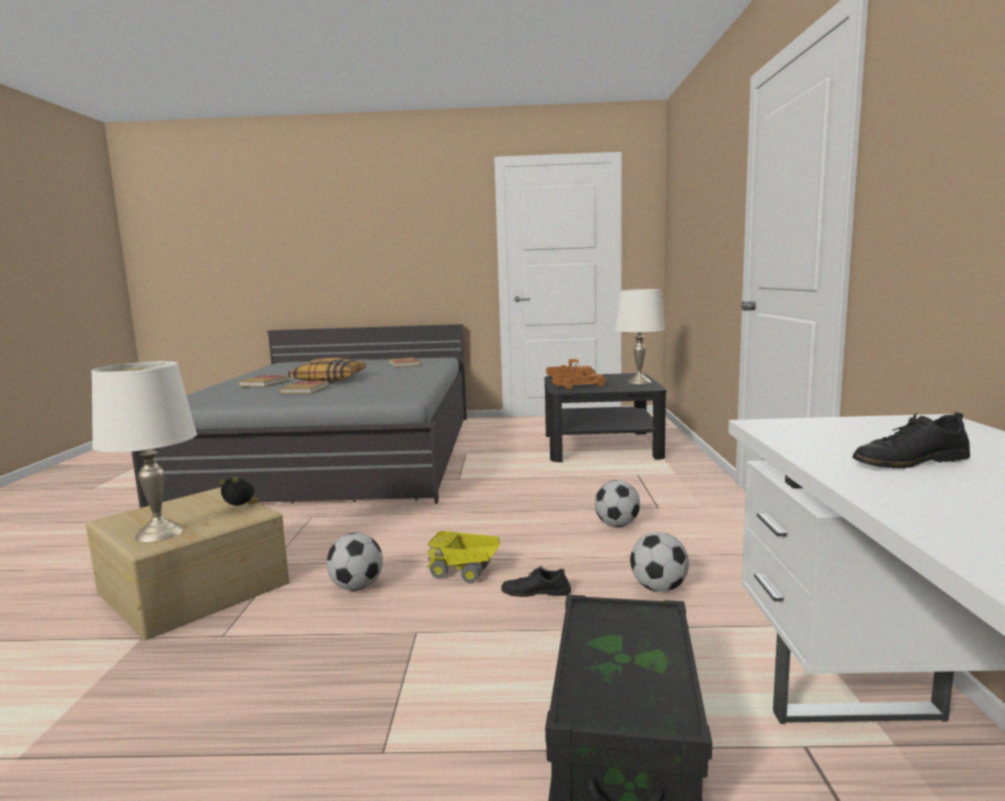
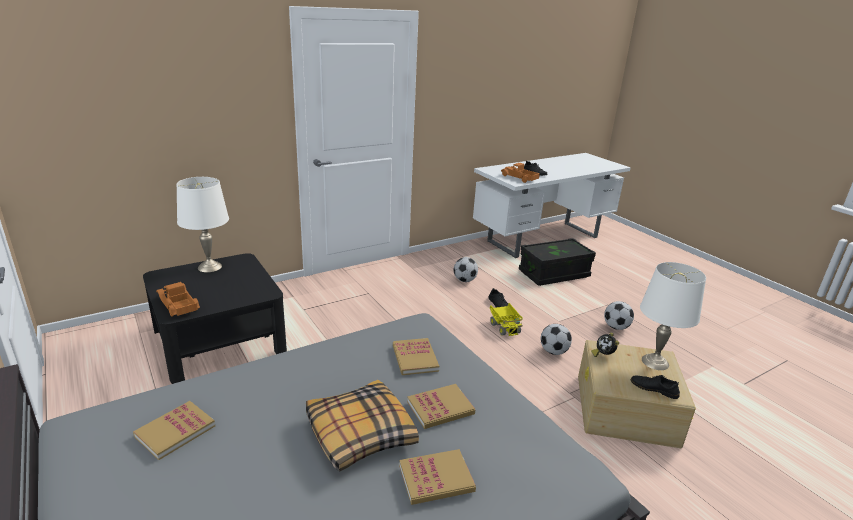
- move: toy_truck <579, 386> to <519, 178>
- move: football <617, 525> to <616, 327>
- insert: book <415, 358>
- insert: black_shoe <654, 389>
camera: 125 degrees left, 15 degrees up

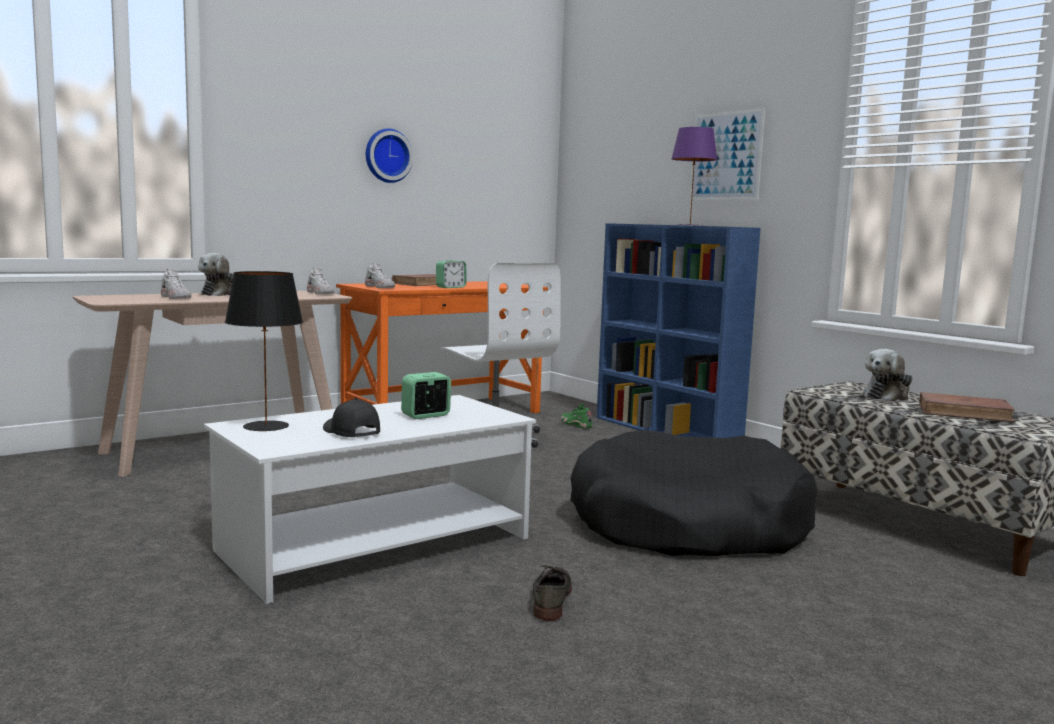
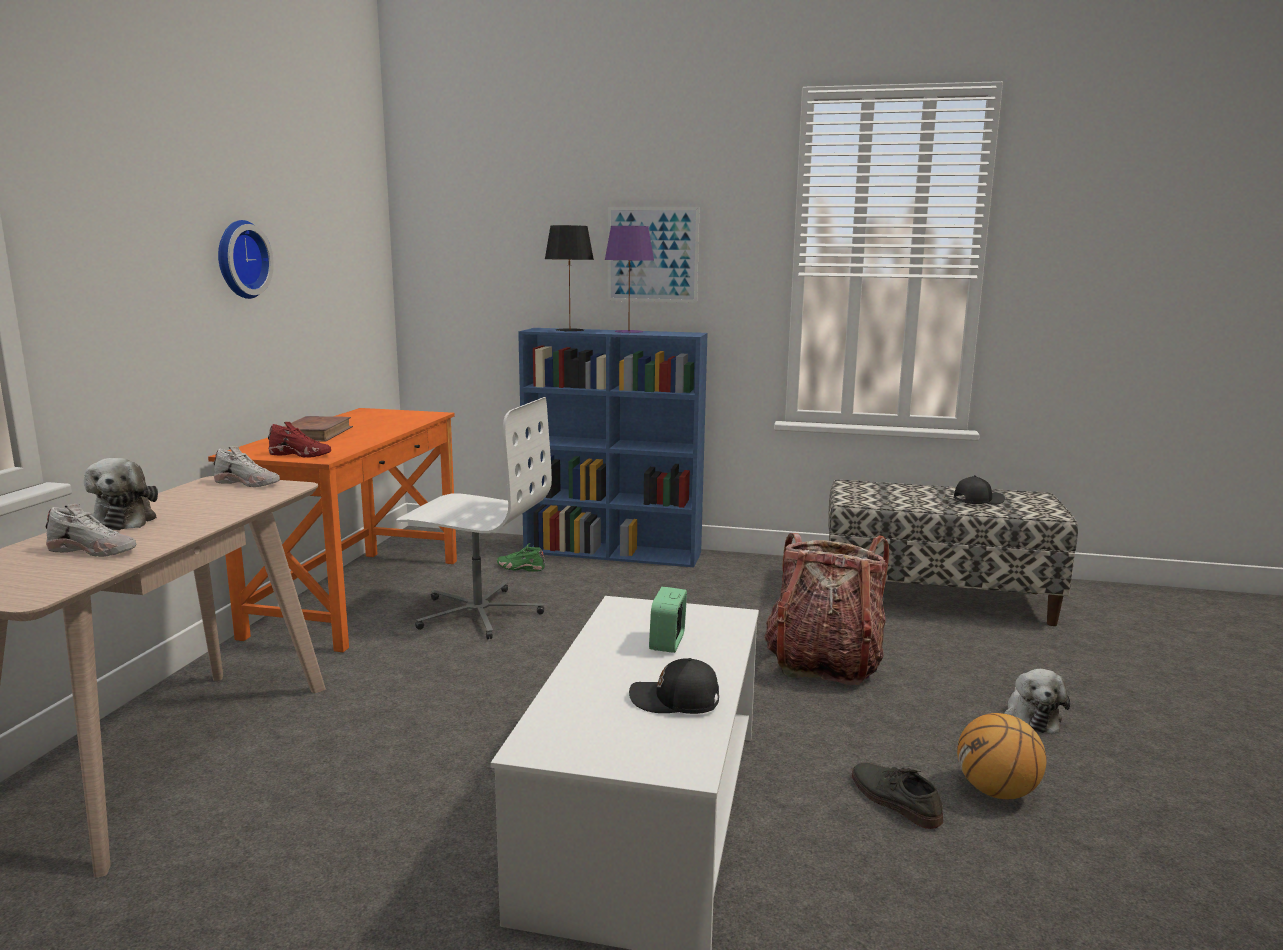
- delete: alarm_clock <450, 287>
- recolor: white_shoe <380, 287> to red_shoe <301, 454>
- move: black_table_lamp <266, 426> to <570, 330>
- move: plush_toy <887, 396> to <1031, 716>
- replace: brown_book <964, 413> to black_cap <977, 500>
- replace: black_dog_bed <687, 525> to backpack <823, 663>
- insert: basketball <997, 792>
camera: 40 degrees left, 5 degrees up

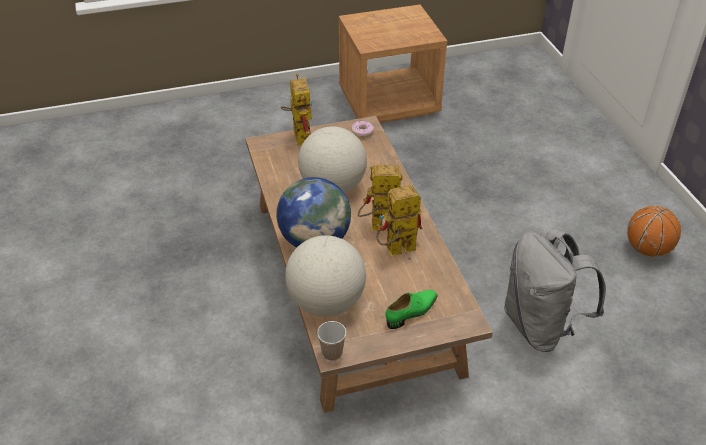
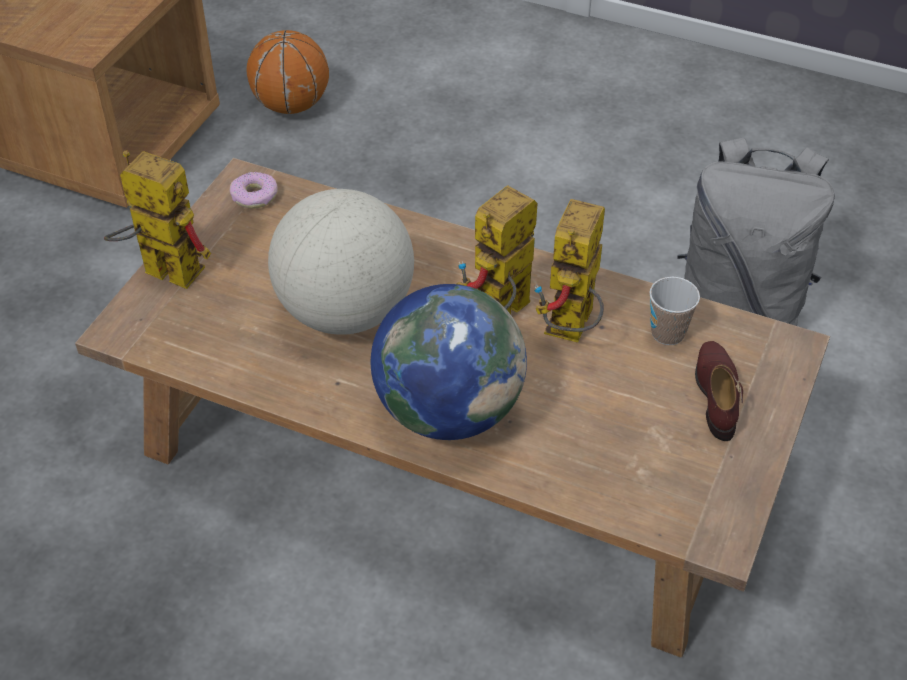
- move: basketball <647, 249> to <291, 105>
- delete: globe <326, 303>
- recolor: green_shoe <412, 312> to brown_shoe <716, 395>
- move: cup <332, 353> to <667, 333>
camera: 50 degrees left, 5 degrees up

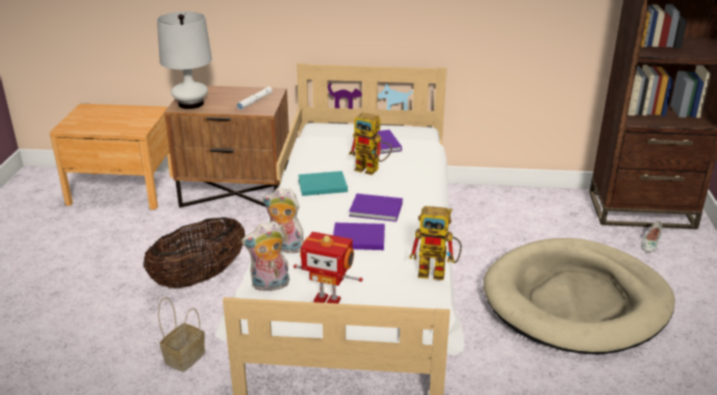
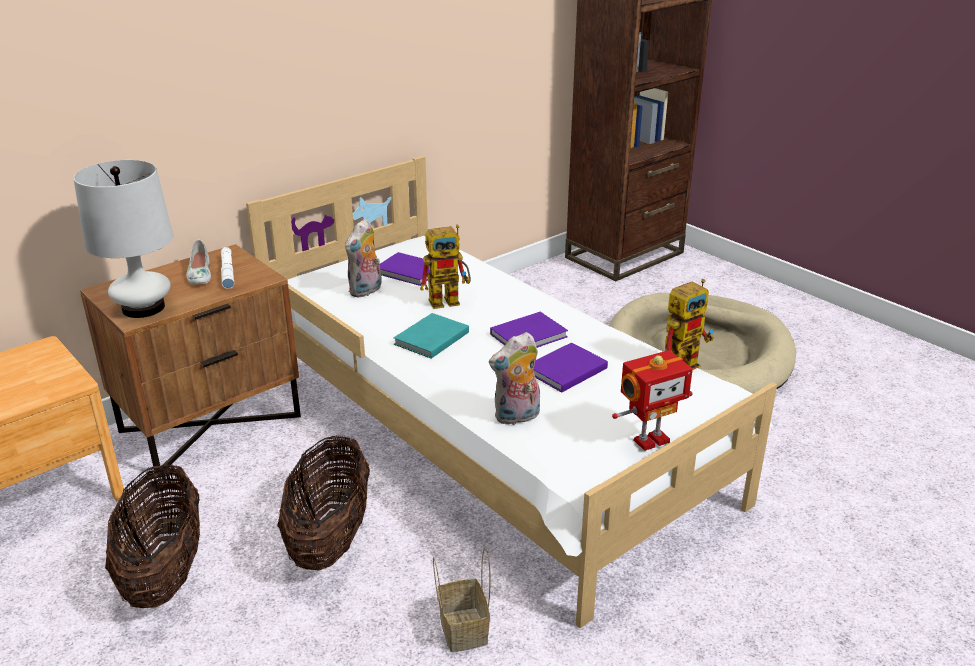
- move: white_shoe <650, 243> to <199, 273>
- move: plush_toy <269, 285> to <366, 291>
- insert: basket <164, 572>
camera: 45 degrees left, 0 degrees up

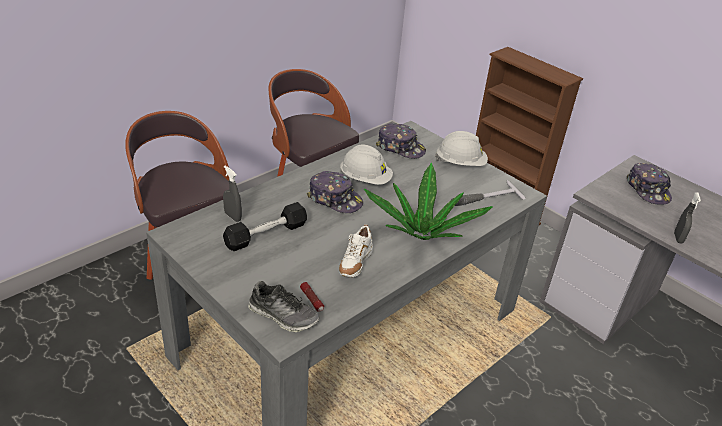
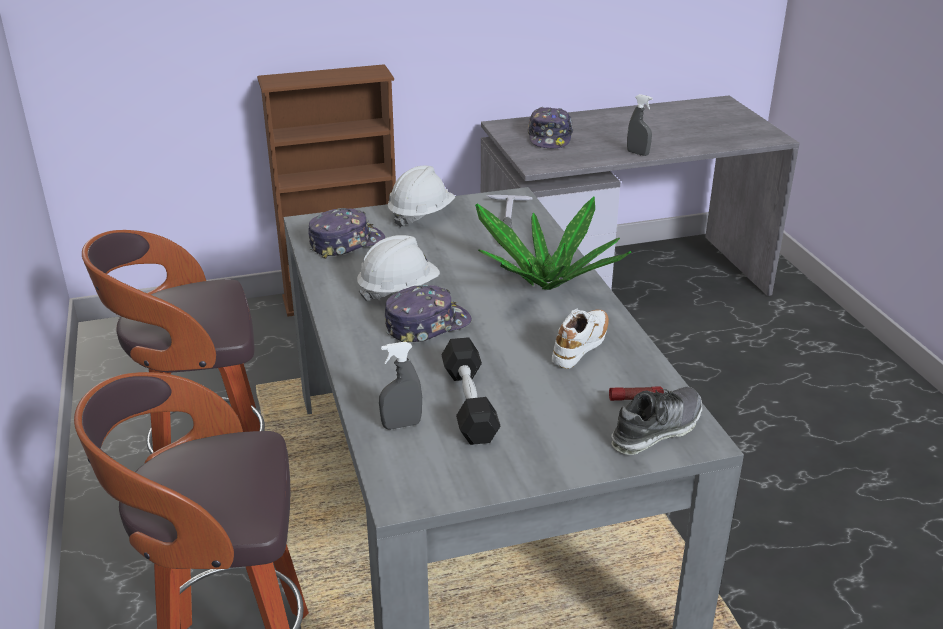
- rotate: cap <648, 190> = <550, 138> 75 degrees clockwise
- rotate: white_shoe <354, 265> = <581, 348> 105 degrees counterclockwise
camera: 60 degrees left, 5 degrees down

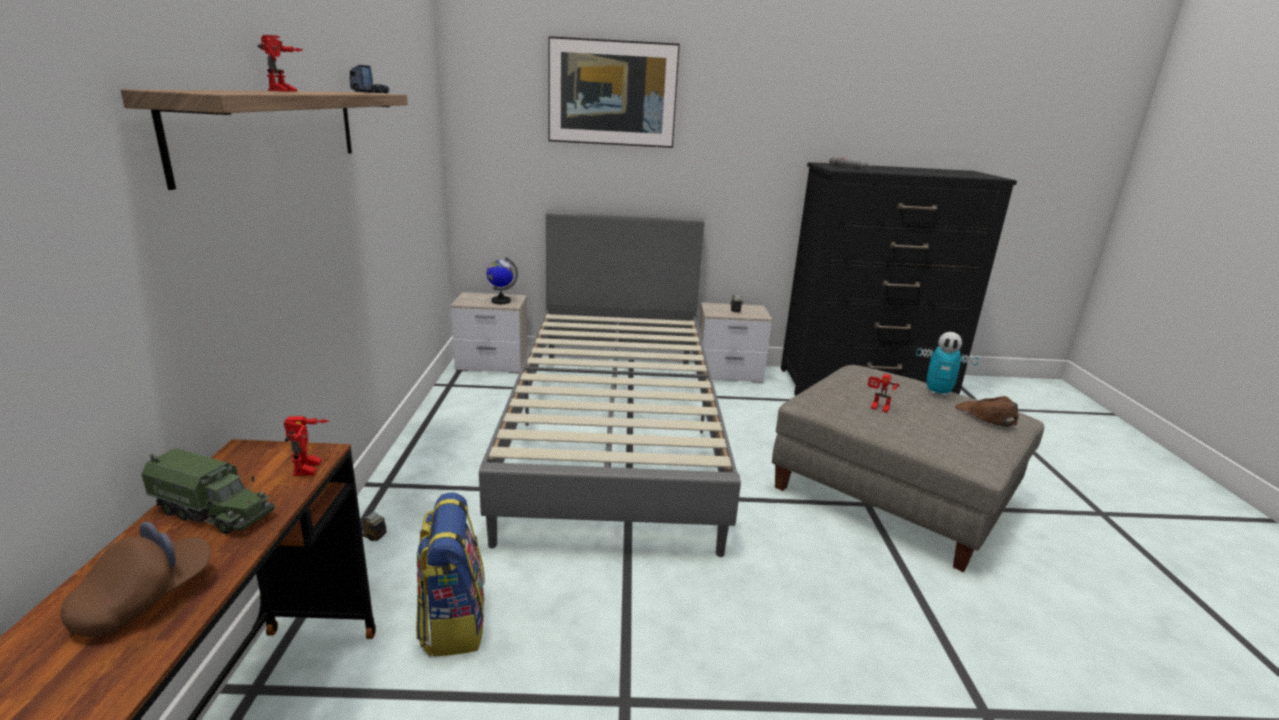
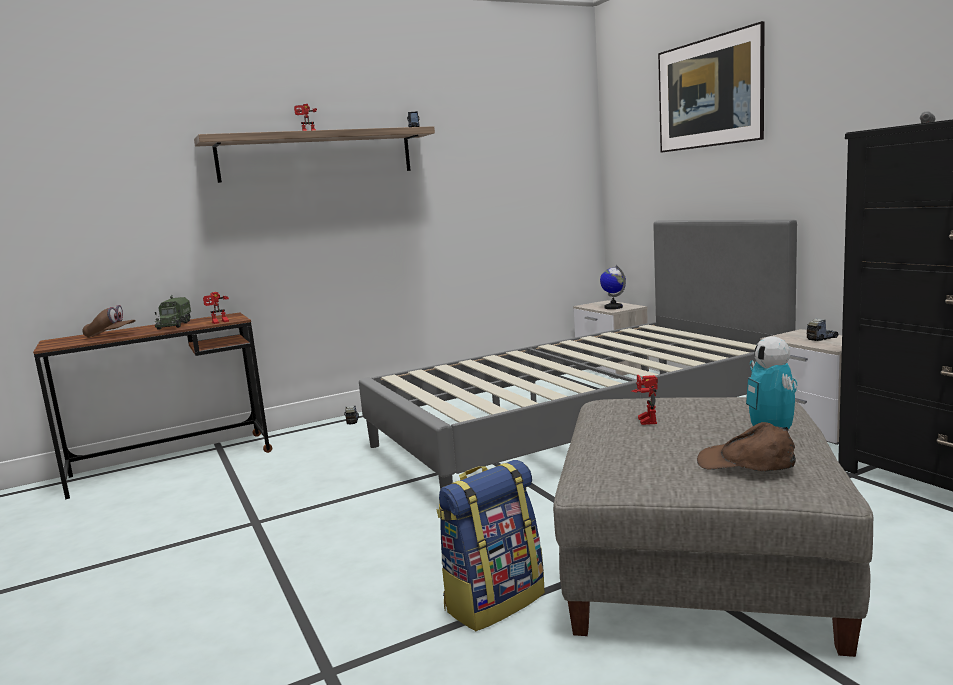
- rotate: brown_cap <986, 415> = <746, 462> 105 degrees counterclockwise
- move: backpack <453, 622> to <494, 601>
camera: 65 degrees right, 10 degrees down

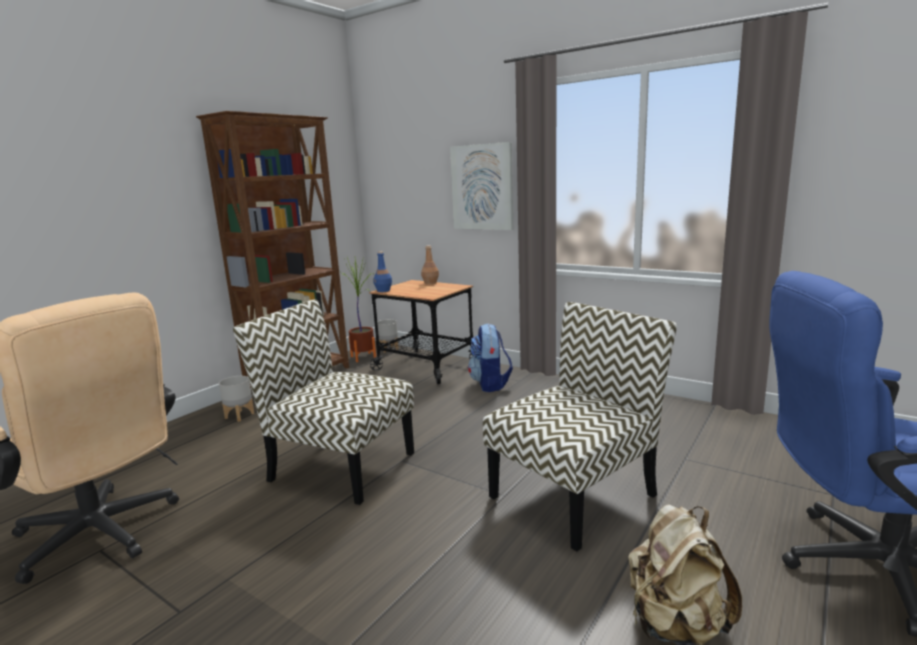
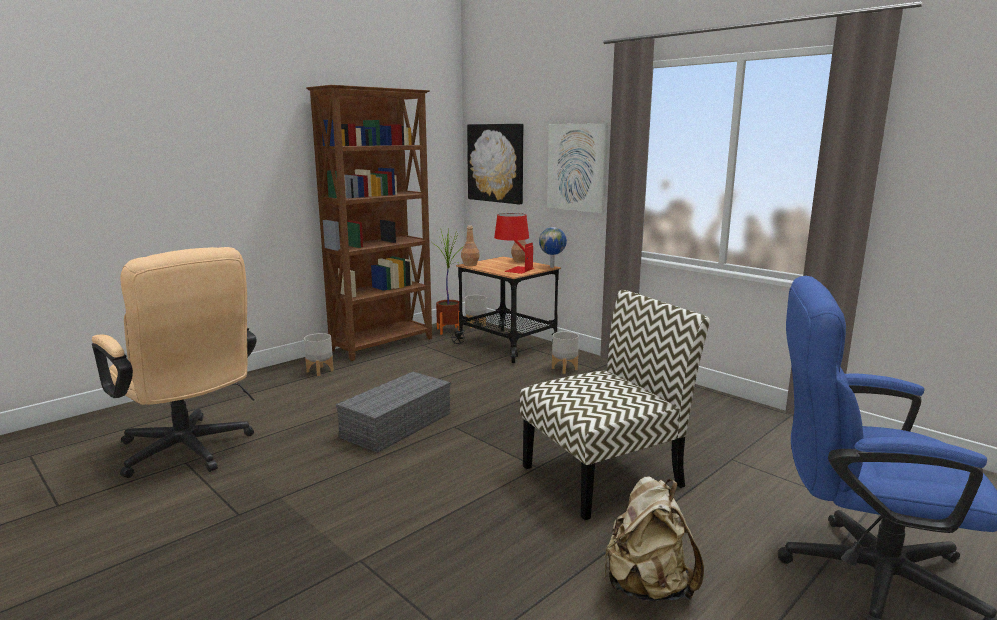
- recolor: blue_bottle <383, 290> to brown_bottle <470, 265>
- replace: chair <340, 466> to grey_storage_box <397, 424>
- replace: backpack <490, 384> to grey_planter <565, 369>
- insert: picture <496, 163>
- insert: red_table_lamp <513, 269>
- insert: globe <552, 267>
camera: 10 degrees right, 0 degrees up

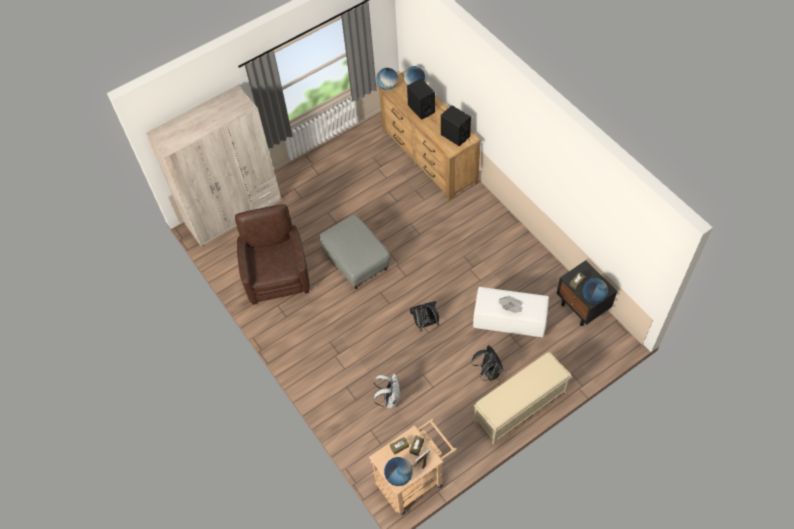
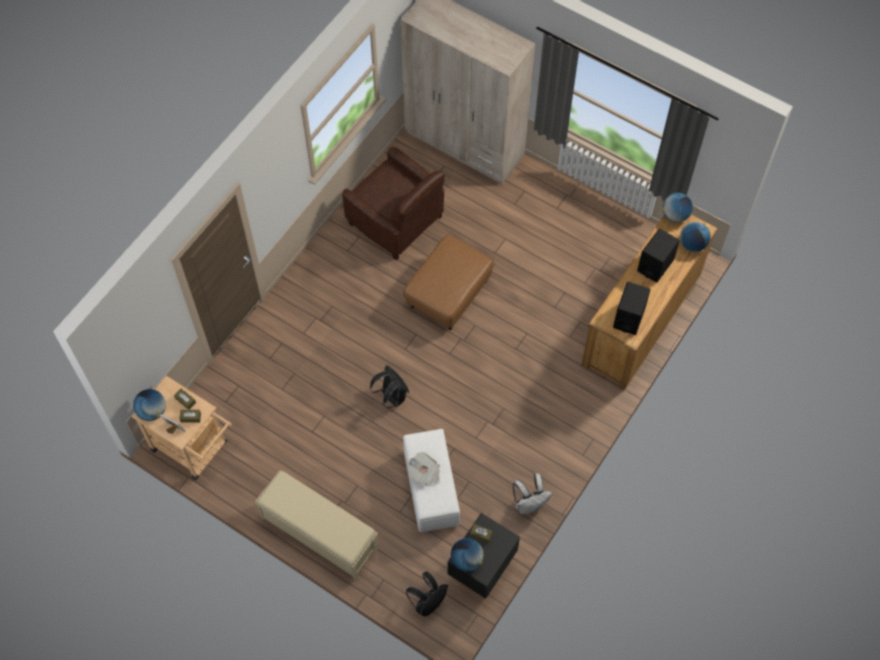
- rotate: brown_armchair <277, 276> = <396, 221> 75 degrees clockwise
- recolor: grey_ottoman <356, 261> to brown_ottoman <448, 293>
- move: black_backpack <488, 372> to <428, 603>
- move: white_backpack <389, 399> to <529, 504>
camera: 65 degrees right, 5 degrees up

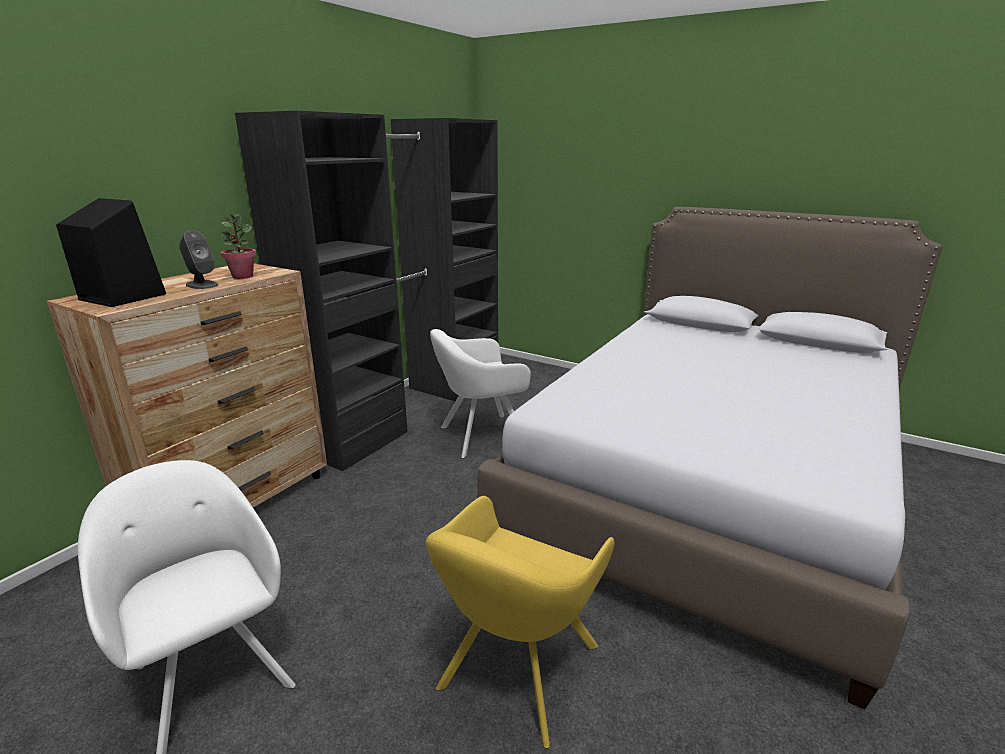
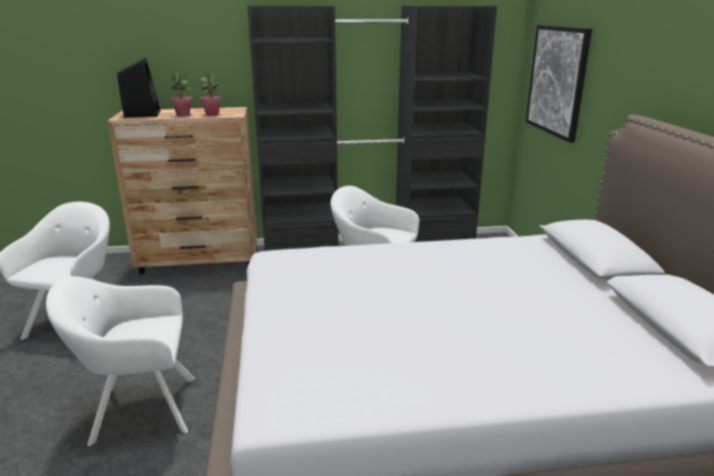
- replace: grey_speaker <202, 285> to potted_plant <183, 115>
- recolor: yellow_armchair <516, 672> to white_armchair <139, 410>
- insert: picture <557, 81>
camera: 50 degrees right, 0 degrees up

